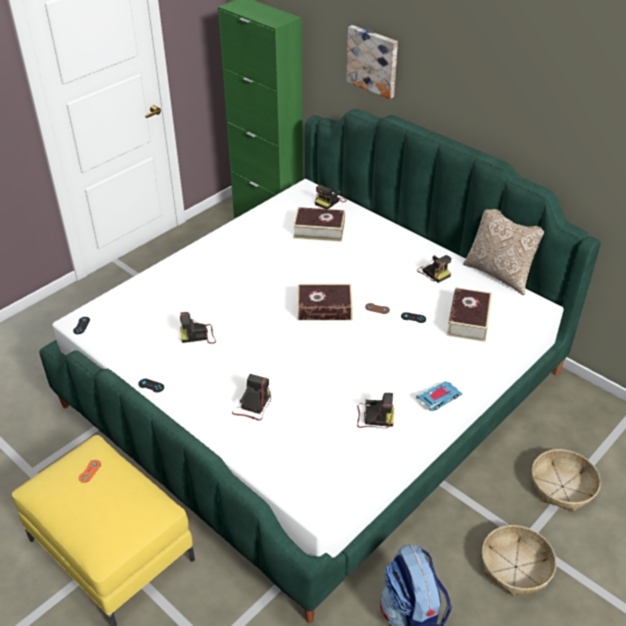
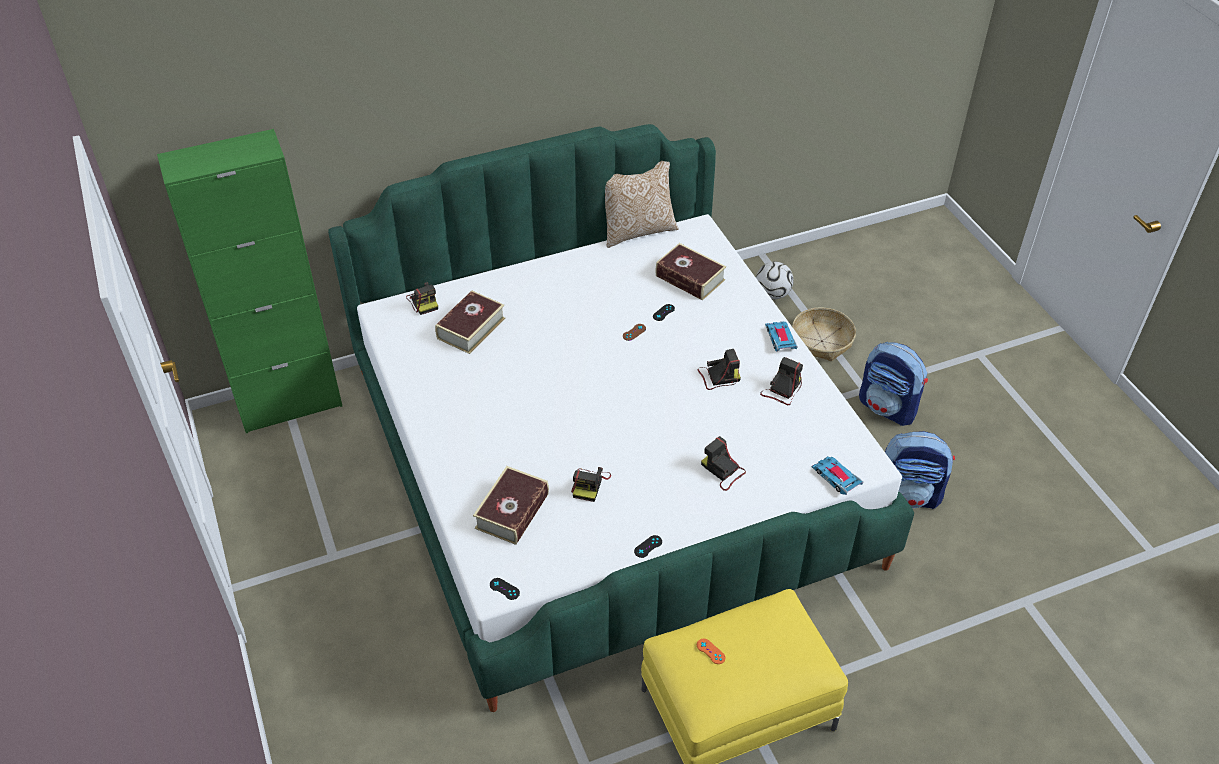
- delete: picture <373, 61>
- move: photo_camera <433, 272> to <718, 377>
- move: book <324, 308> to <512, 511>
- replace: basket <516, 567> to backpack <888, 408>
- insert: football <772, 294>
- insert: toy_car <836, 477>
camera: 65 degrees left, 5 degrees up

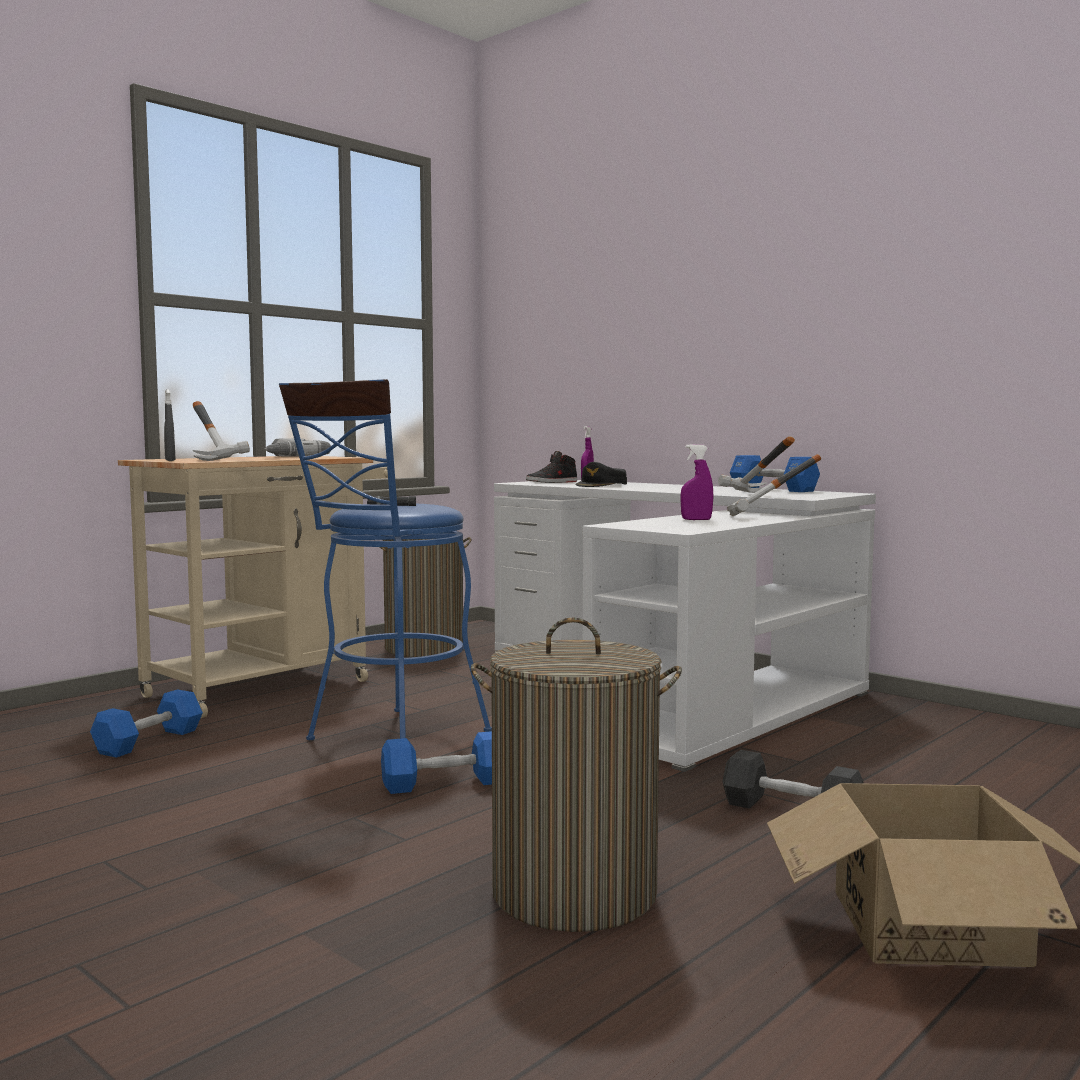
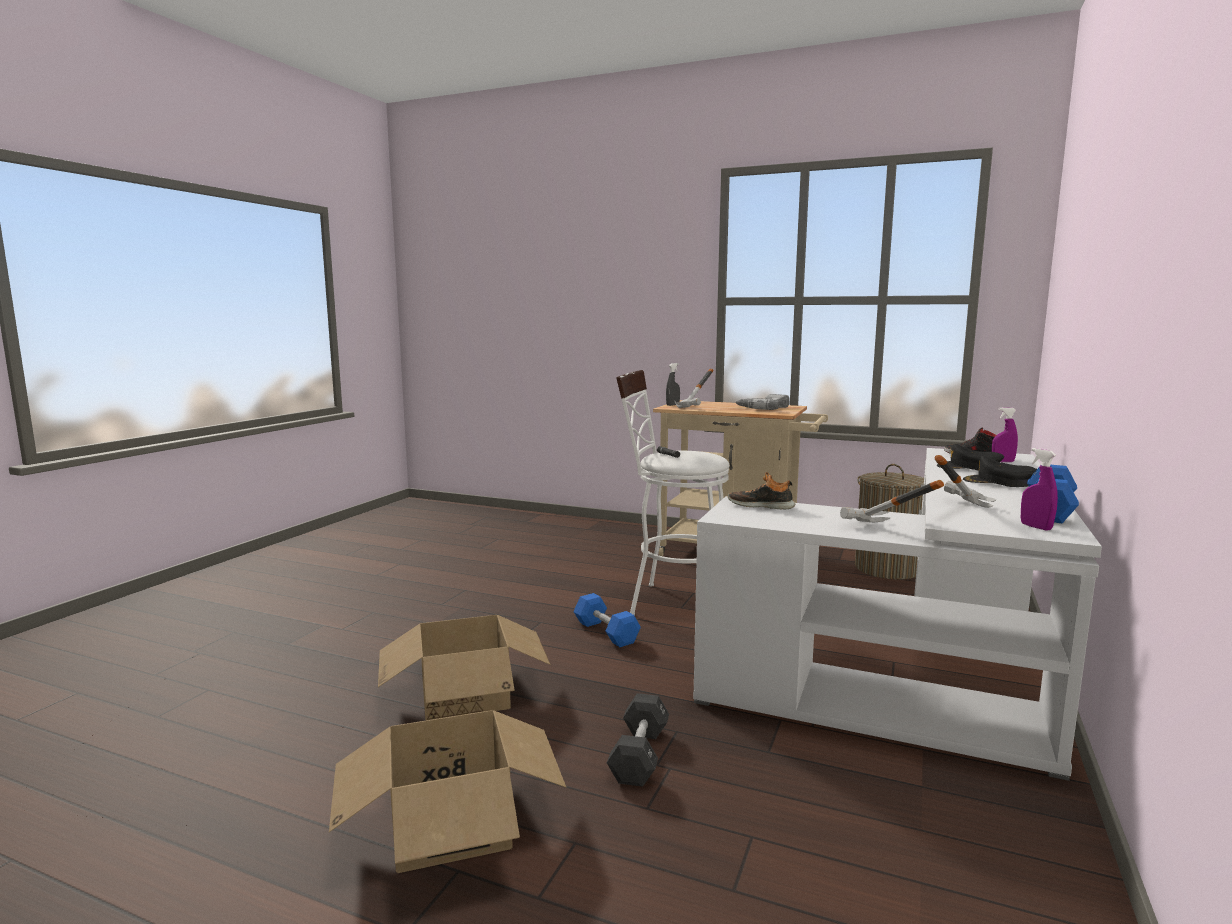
- recolor: blue_stool <389, 738> to white_stool <671, 603>
- move: purple_spray_bottle <696, 519> to <1036, 527>
- replace: laundry_basket <575, 893> to cardboard_box <465, 695>
- delete: blue_dumbbell <149, 741>
- insert: black_cap <999, 482>
- insert: shoe <761, 505>
camera: 70 degrees right, 5 degrees up

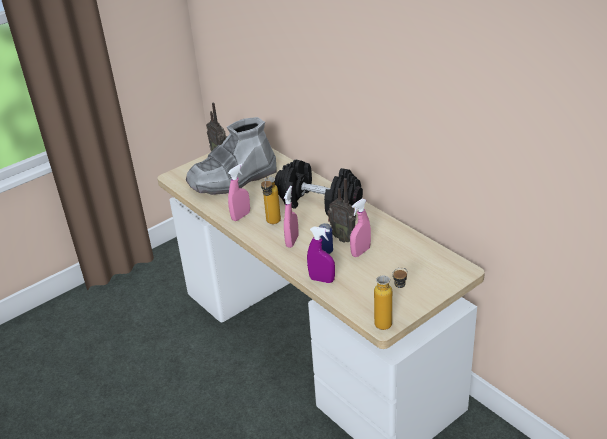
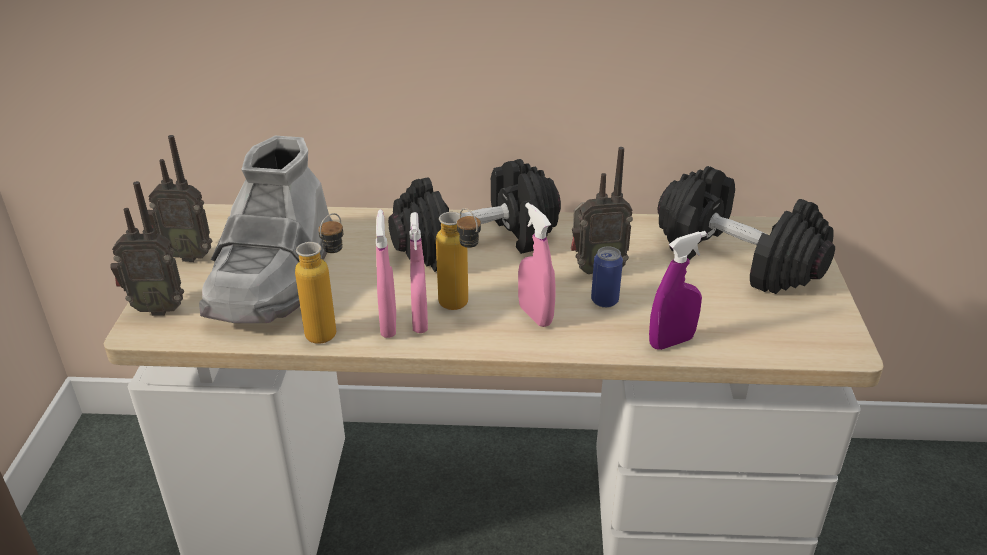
- move: pink_spray_bottle <360, 252> to <420, 321>
- move: bottle <390, 324> to <330, 328>
- insert: black_dumbbell <736, 258>
- insert: radio <158, 308>
camera: 50 degrees left, 0 degrees up

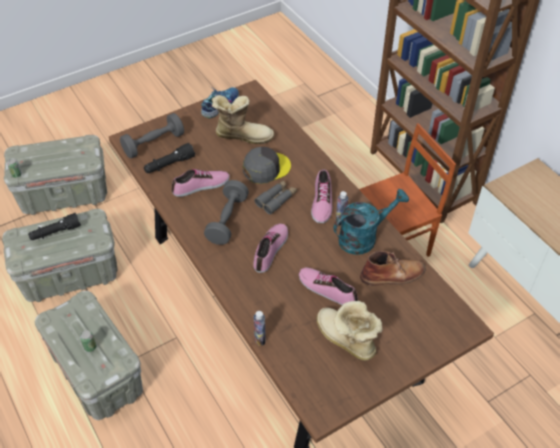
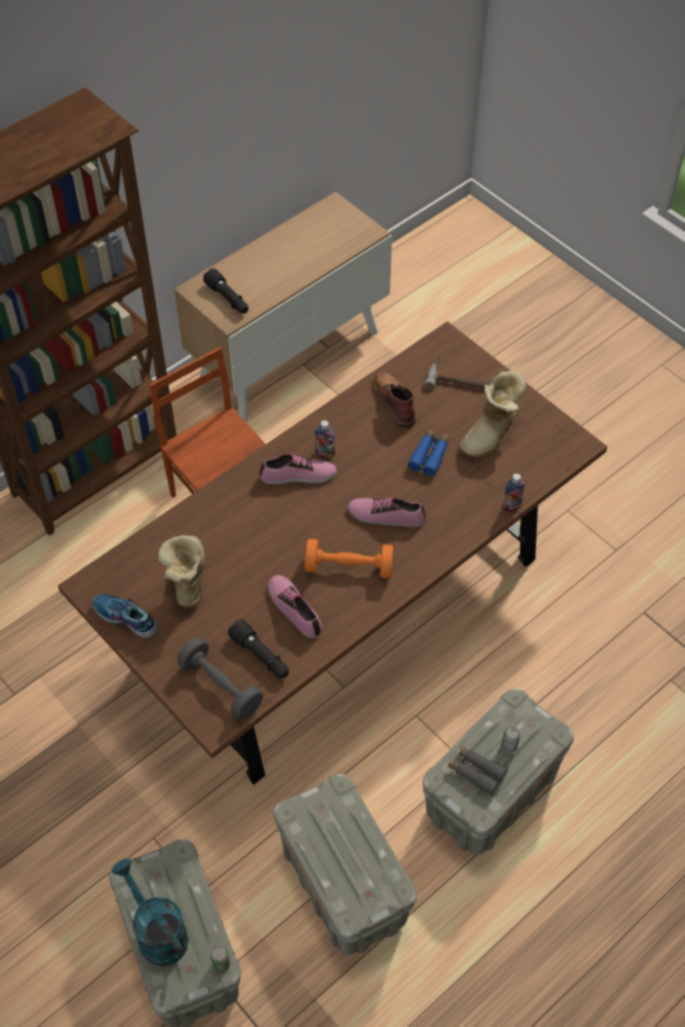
- delete: grey_cap <266, 168>
- recolor: grey_dumbbell <227, 220> to orange_dumbbell <349, 567>
- move: grey_binoculars <276, 200> to <476, 772>
- move: turquoise_watering_can <363, 237> to <157, 931>
- move: black_flashlight <55, 232> to <228, 299>
- replace: shoe <327, 289> to blue_binoculars <429, 455>
- insert: hammer <461, 379>
camera: 100 degrees left, 5 degrees up

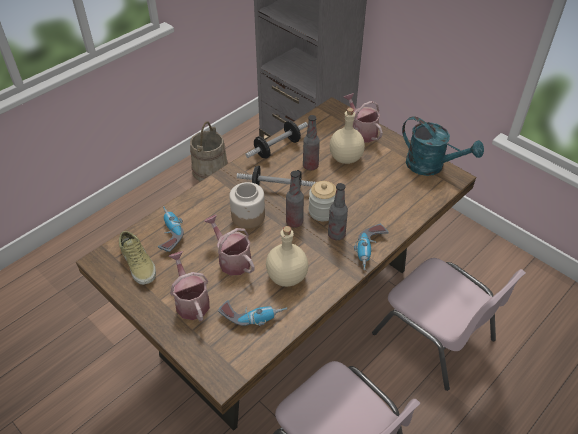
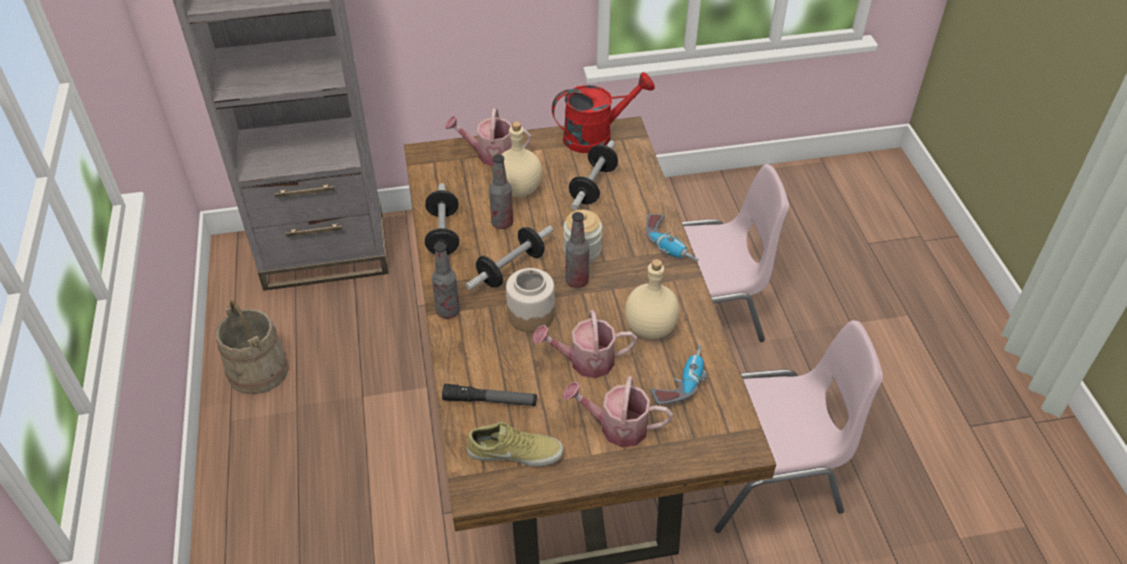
- recolor: turquoise_watering_can <431, 166> to red_watering_can <596, 136>
- move: bottle <336, 235> to <448, 311>
- replace: power_drill <168, 233> to flashlight <490, 400>
- insert: dumbbell <593, 186>
camera: 55 degrees left, 0 degrees up

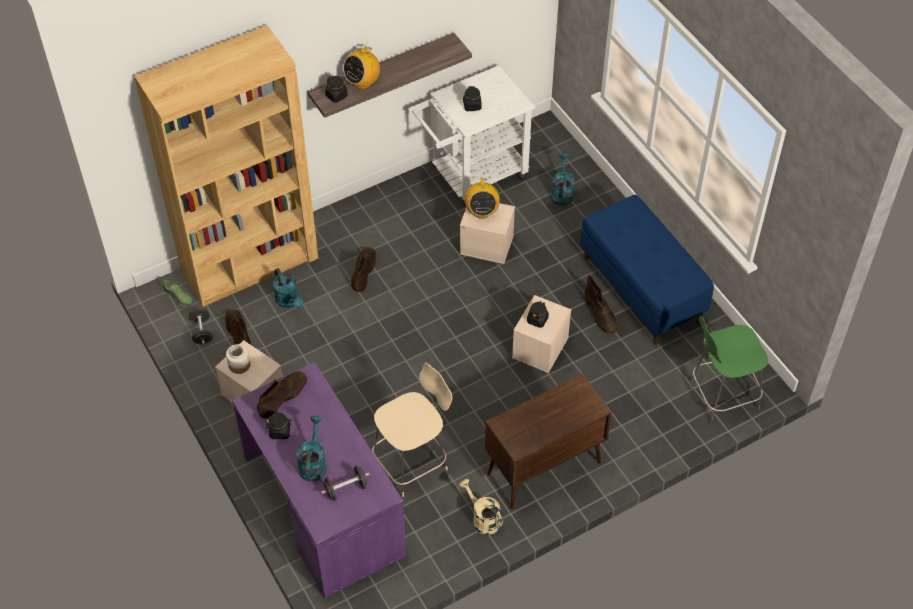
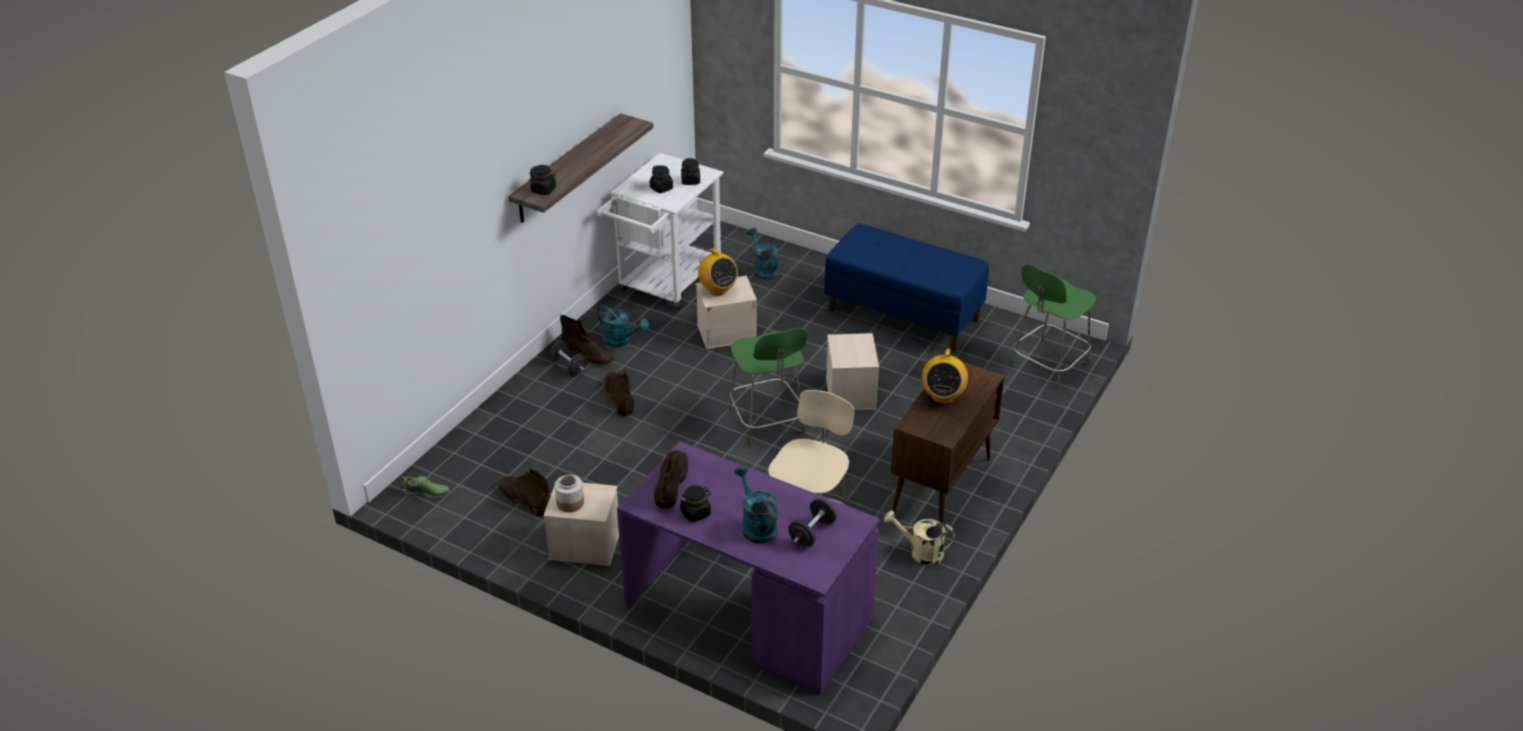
- delete: brown_bookcase <250, 264>
- move: radio <362, 82> to <942, 396>
- move: turquoise_watering_can <289, 302> to <622, 340>
- move: brown_boot <601, 314> to <588, 353>
- move: black_jar <537, 320> to <690, 181>
- move: black_dumbbell <202, 332> to <569, 367>
- insert: green_stool <767, 423>
camera: 30 degrees left, 15 degrees down

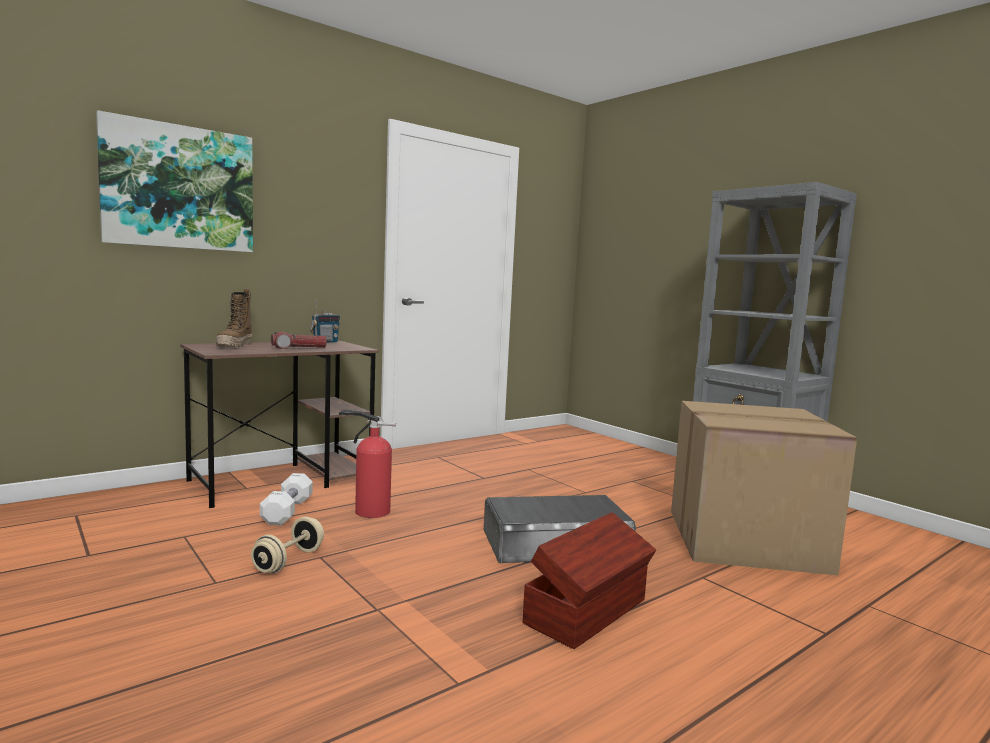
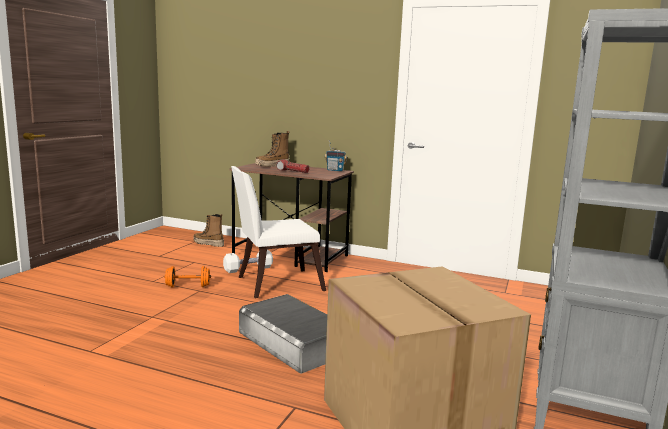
- delete: picture <179, 187>
- replace: fire_extinguisher <368, 511> to white_chair <274, 284>
- delete: brown_storage_box <588, 611>
- recolor: beige_dumbbell <289, 561> to orange_dumbbell <188, 286>
- insert: boot <208, 244>
camera: 60 degrees right, 5 degrees up

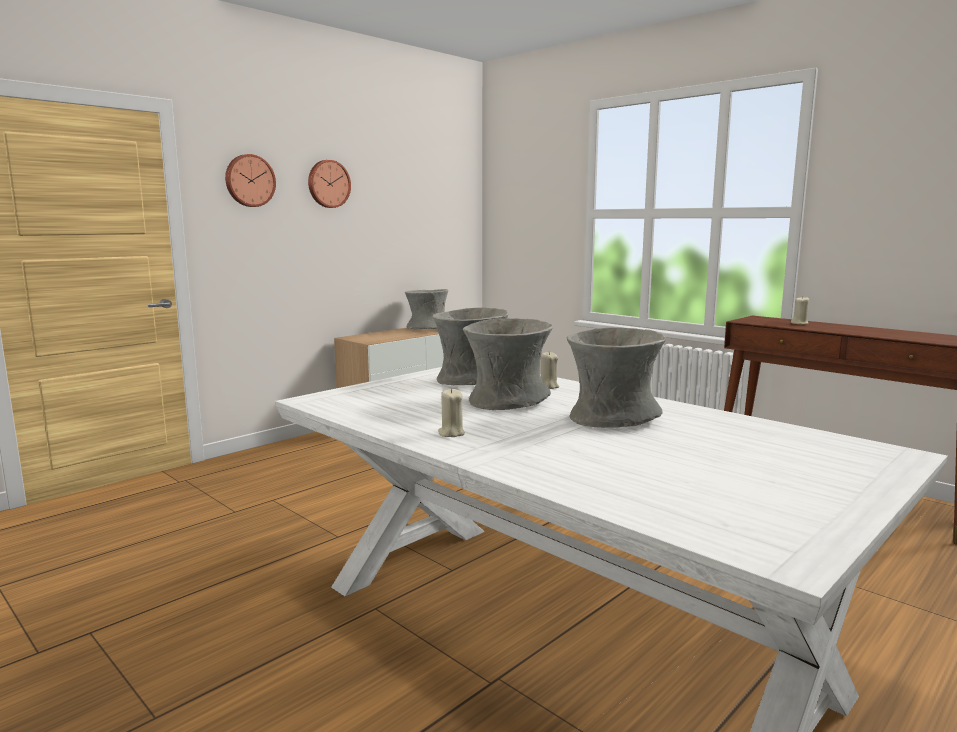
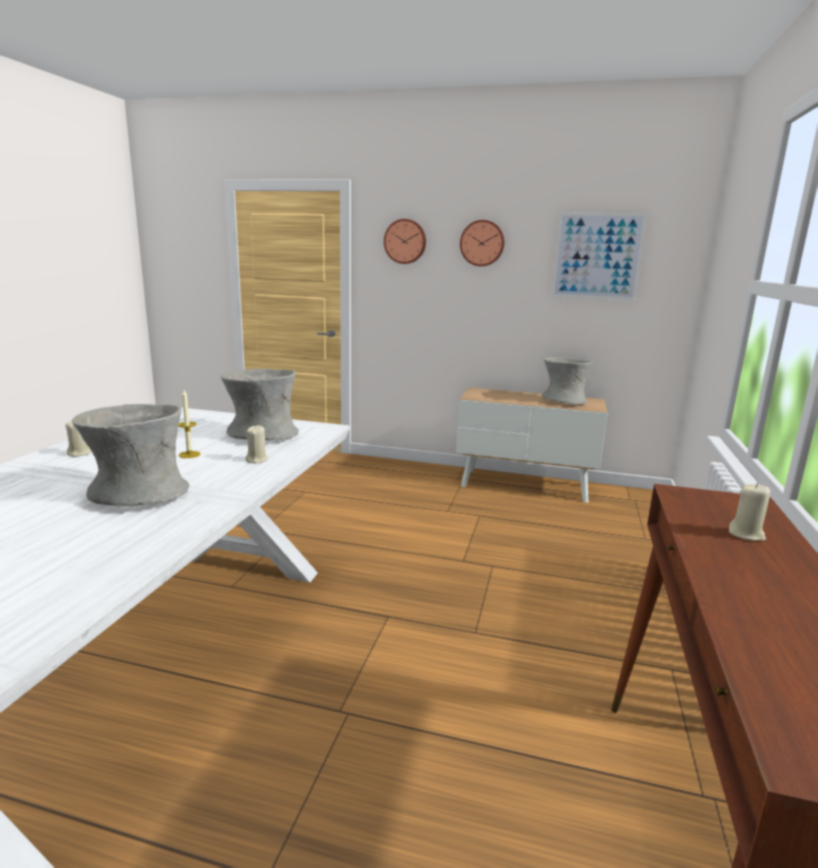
- replace: grey_vase <507, 401> to candle <189, 454>
- insert: picture <597, 256>
camera: 60 degrees right, 5 degrees up

